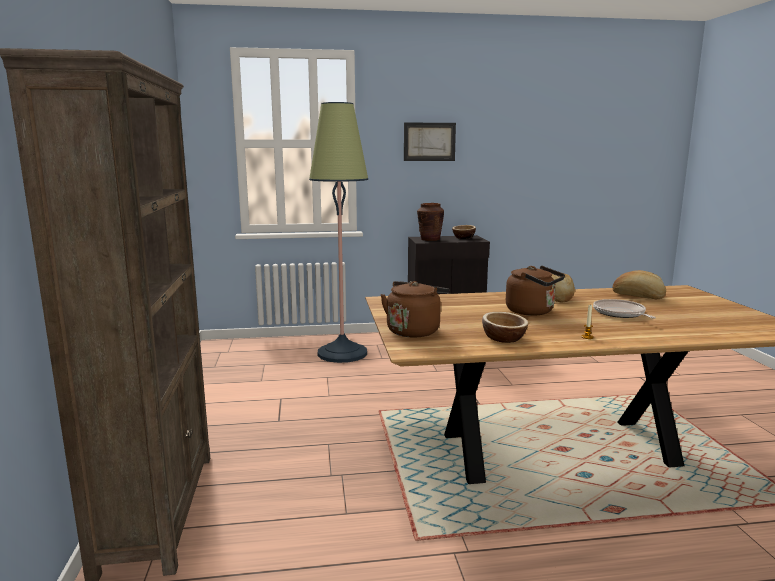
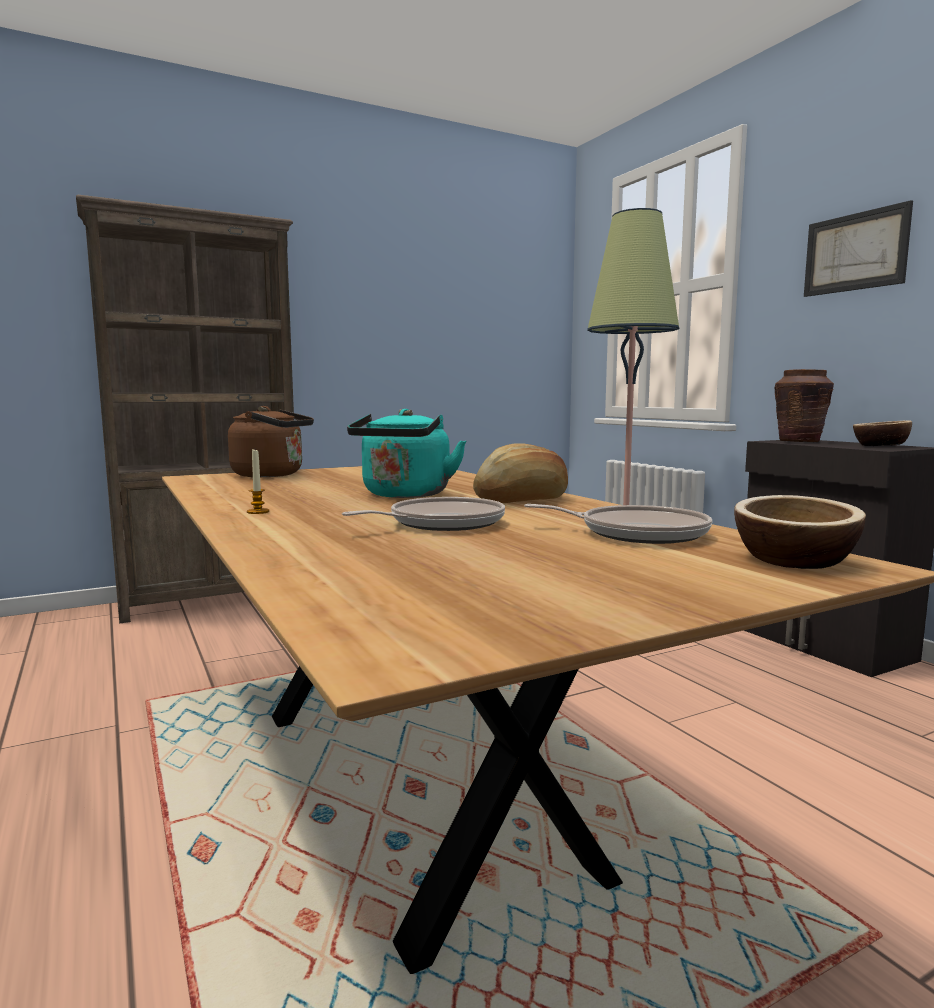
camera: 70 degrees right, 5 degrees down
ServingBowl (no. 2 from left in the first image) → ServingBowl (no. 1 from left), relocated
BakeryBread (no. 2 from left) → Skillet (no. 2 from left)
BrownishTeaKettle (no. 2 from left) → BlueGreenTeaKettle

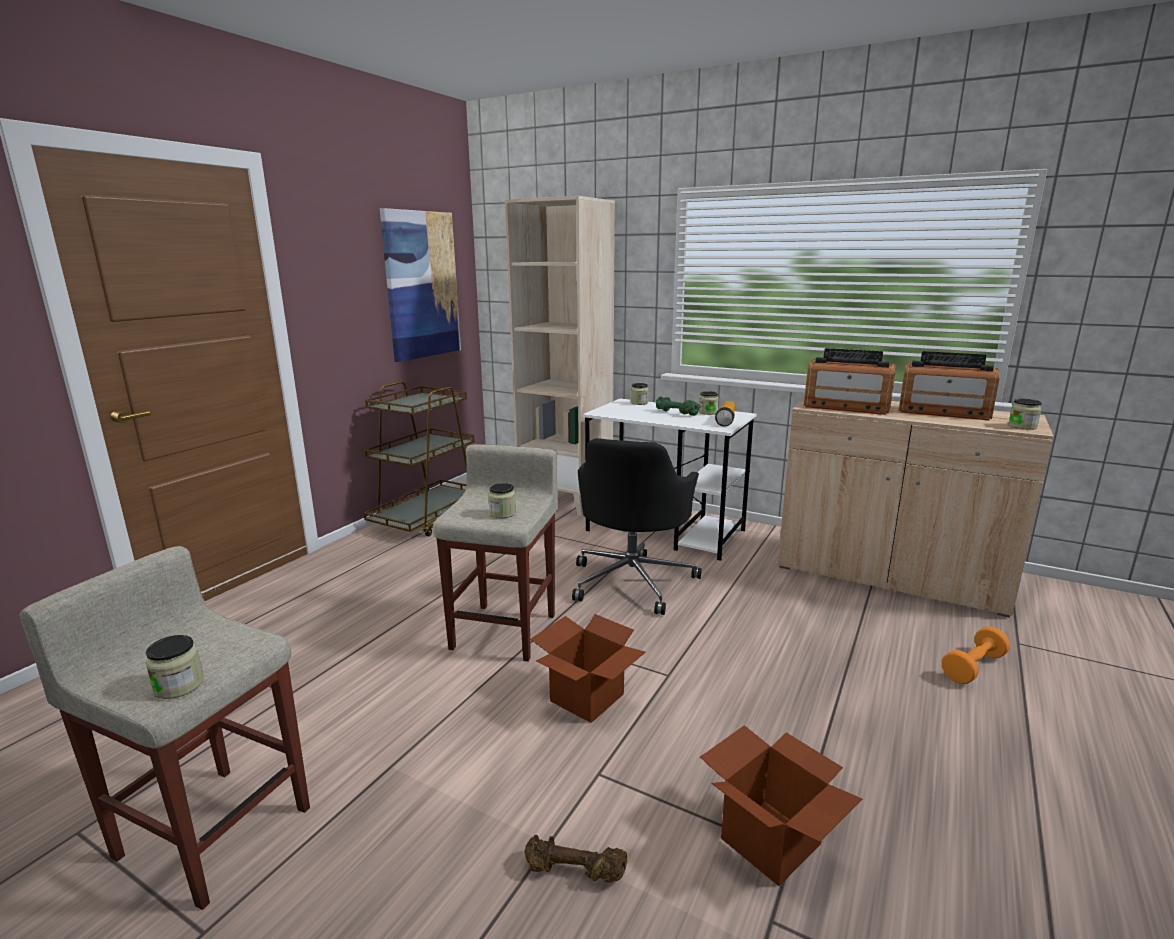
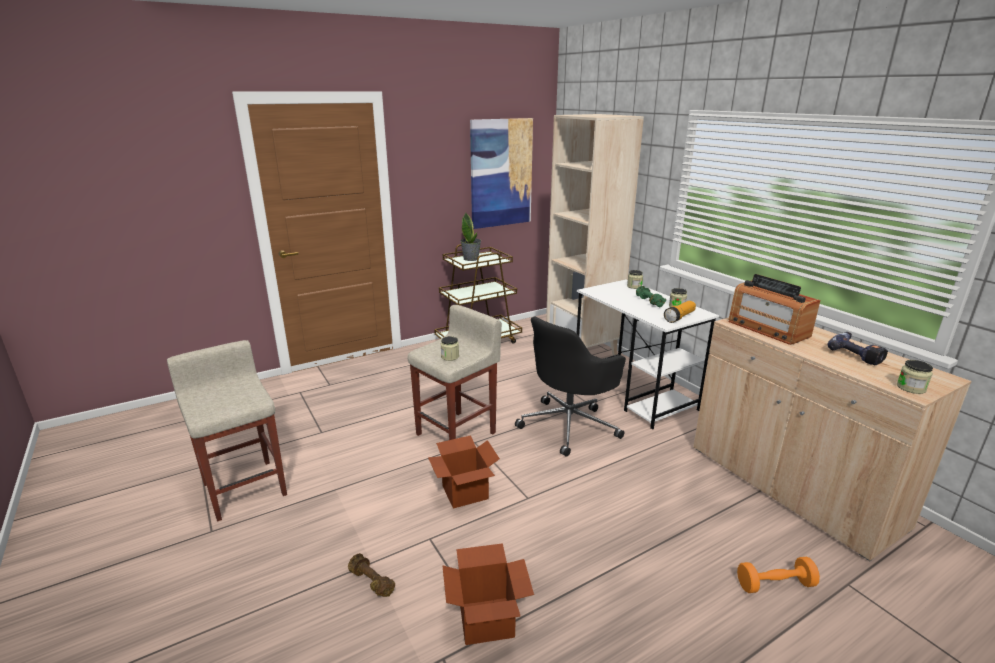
camera: 30 degrees right, 5 degrees up
Jar (no. 1 from left) → -
- → PottedPlant
Radio (no. 2 from left) → Drill

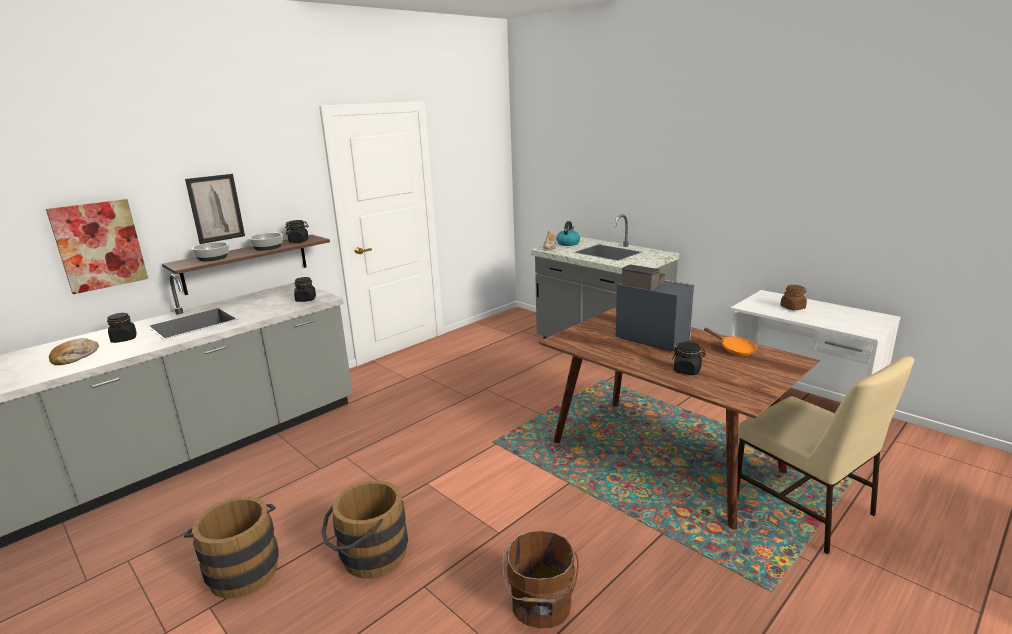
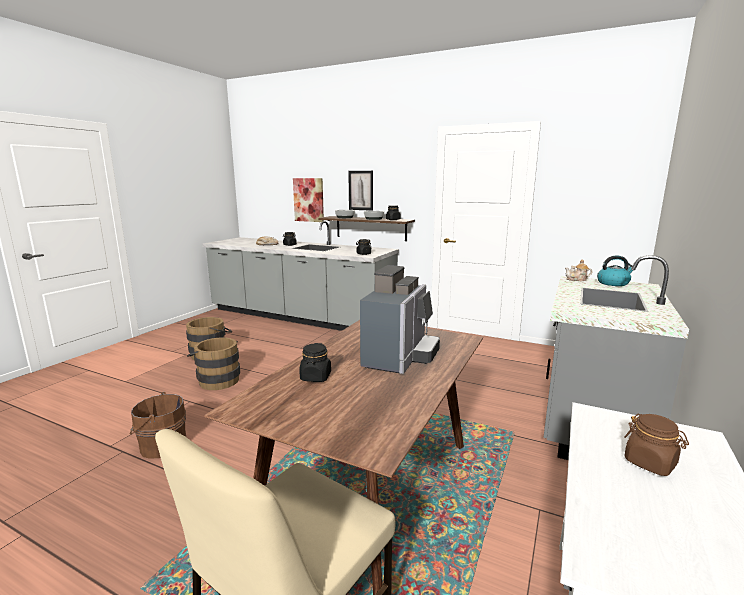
camera: 70 degrees right, 5 degrees down
OrangeySkillet → -

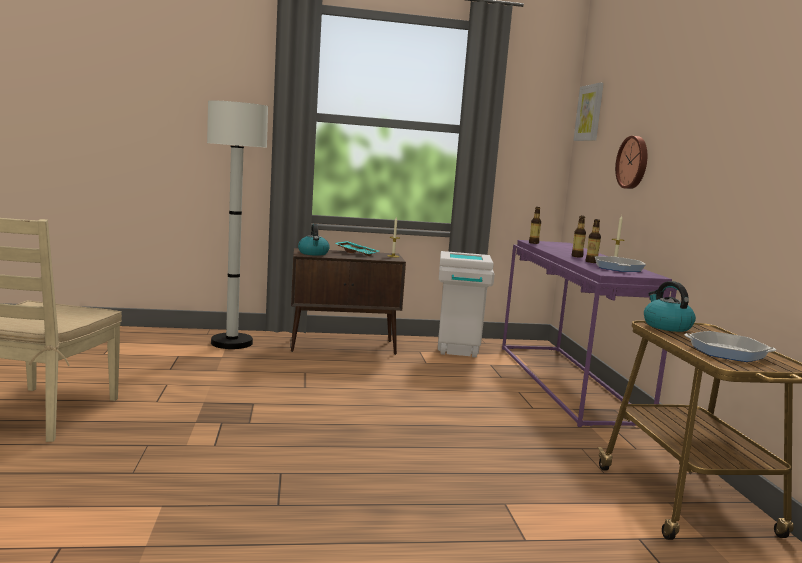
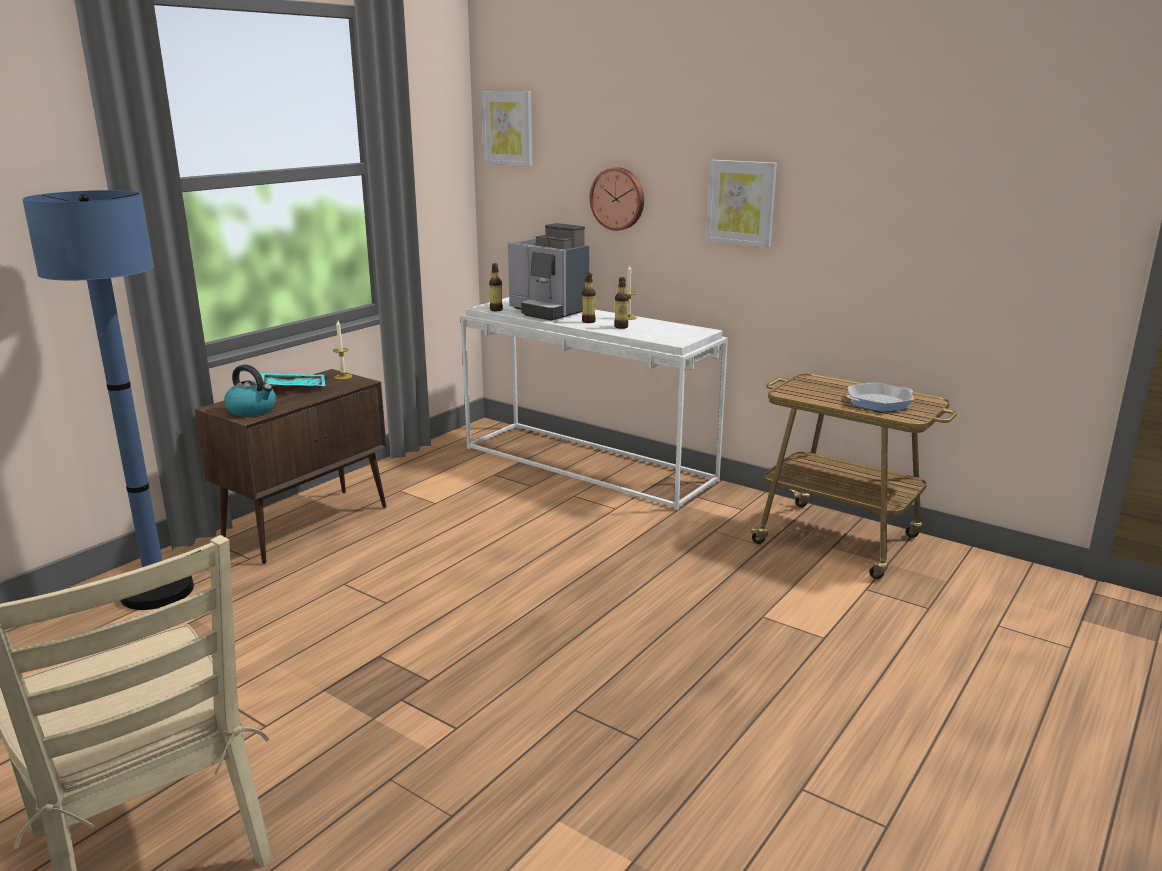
camera: 45 degrees left, 10 degrees up
WhiteRubbishBin → -
Skillet (no. 1 from left) → -
TeaKettle (no. 2 from left) → -
- → CoffeeMaker
- → WallPicture (no. 2 from left)
WhiteStandingLamp → BlueStandingLamp
PurpleHallTable → WhiteHallTable

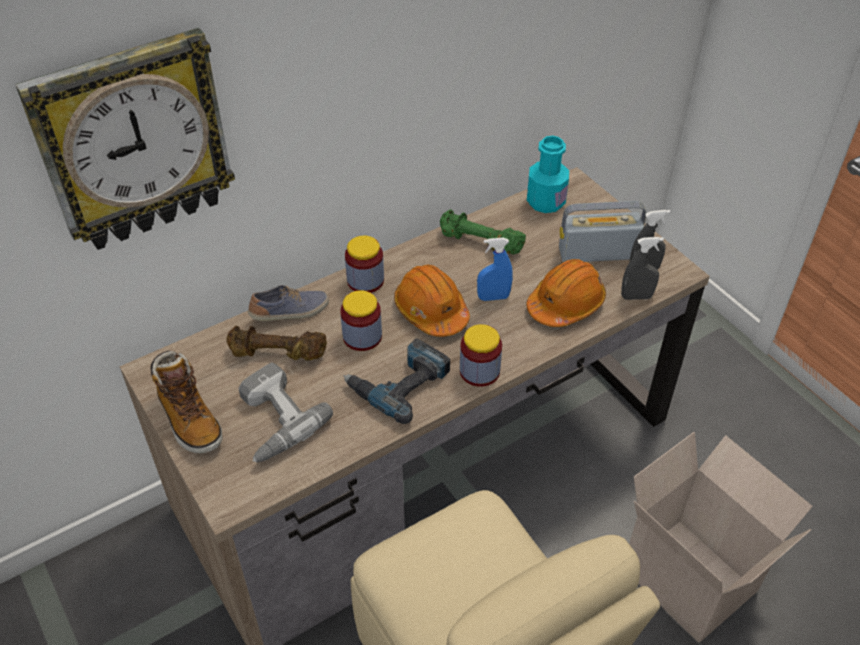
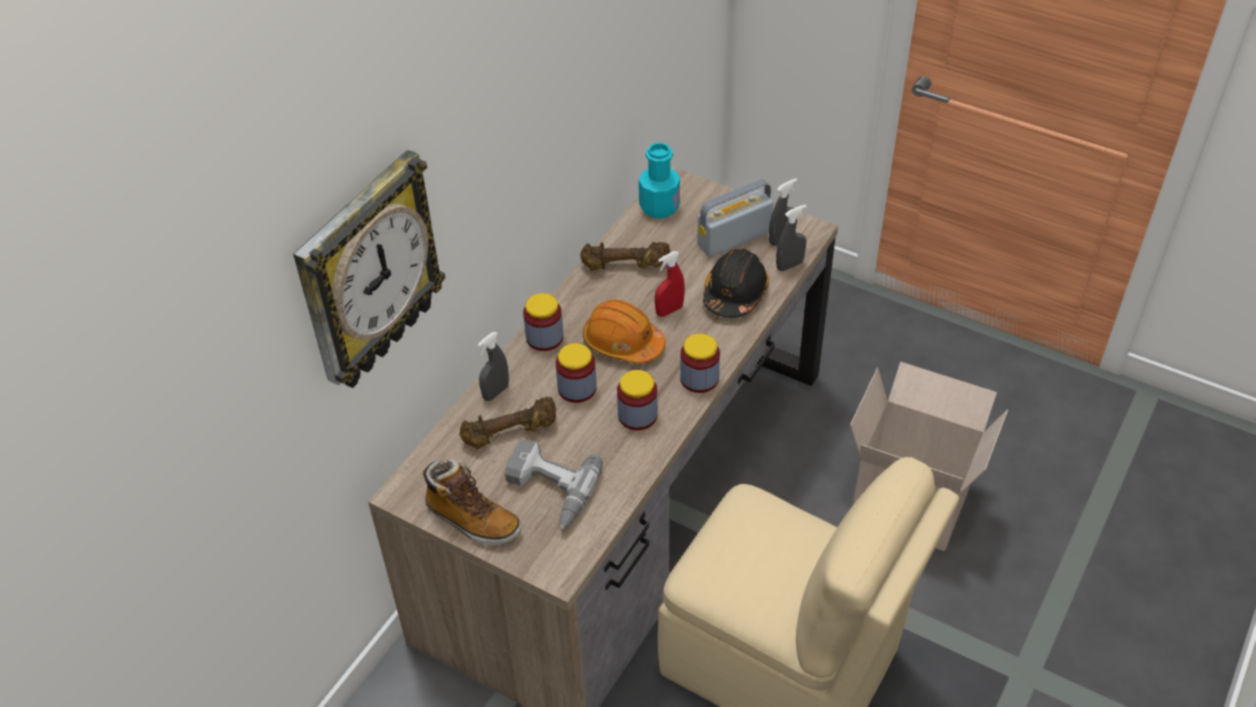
camera: 25 degrees left, 0 degrees up
LowShoe → GreyishHandSprayer (no. 1 from left)
Drill (no. 2 from left) → Jar (no. 3 from left)
GreenHandWeight → BrownishHandWeight (no. 2 from left)
BlueHandSprayer → ReddishHandSprayer
OrangeyHardHat (no. 2 from left) → BlackishHardHat

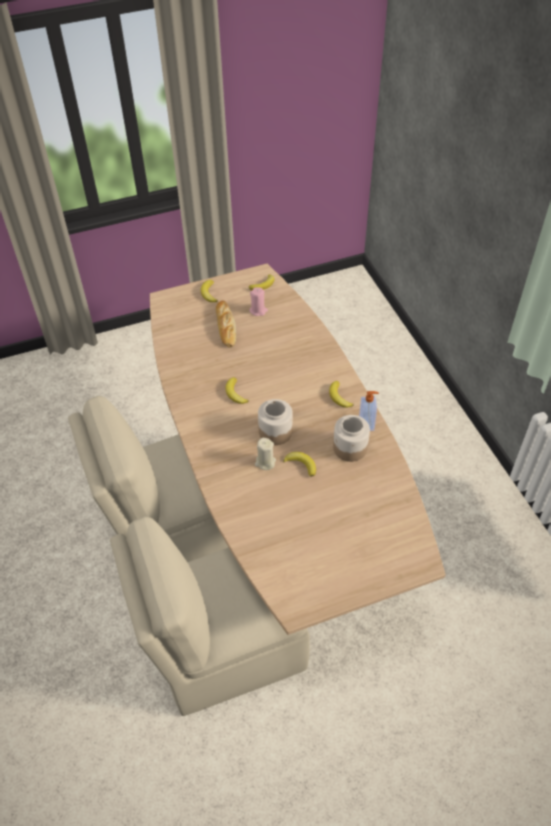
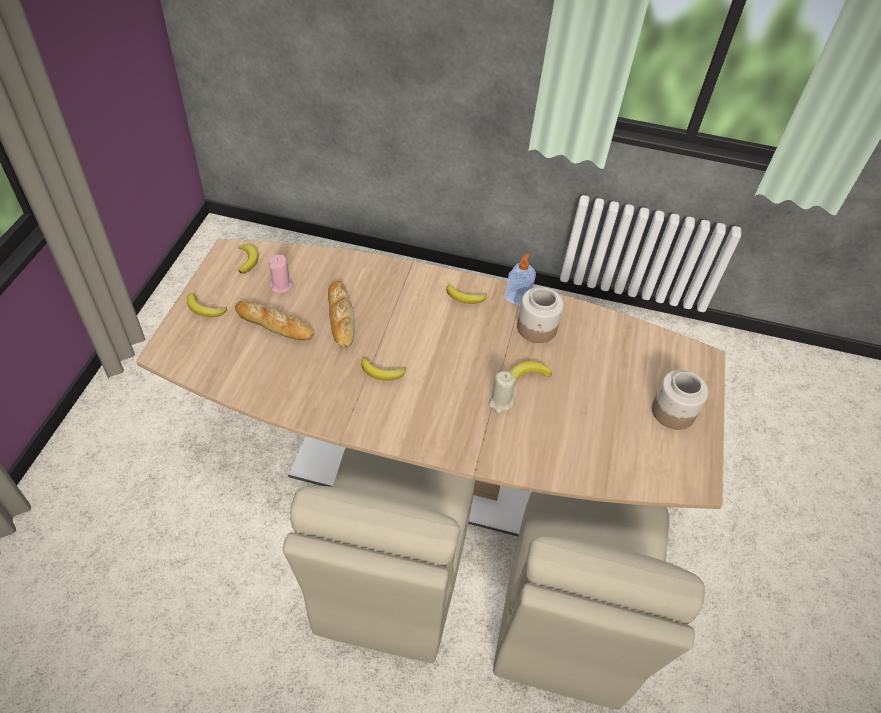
camera: 60 degrees left, 0 degrees up
- → BakeryBread (no. 2 from left)
Jar (no. 1 from left in the first image) → Jar (no. 2 from left), relocated

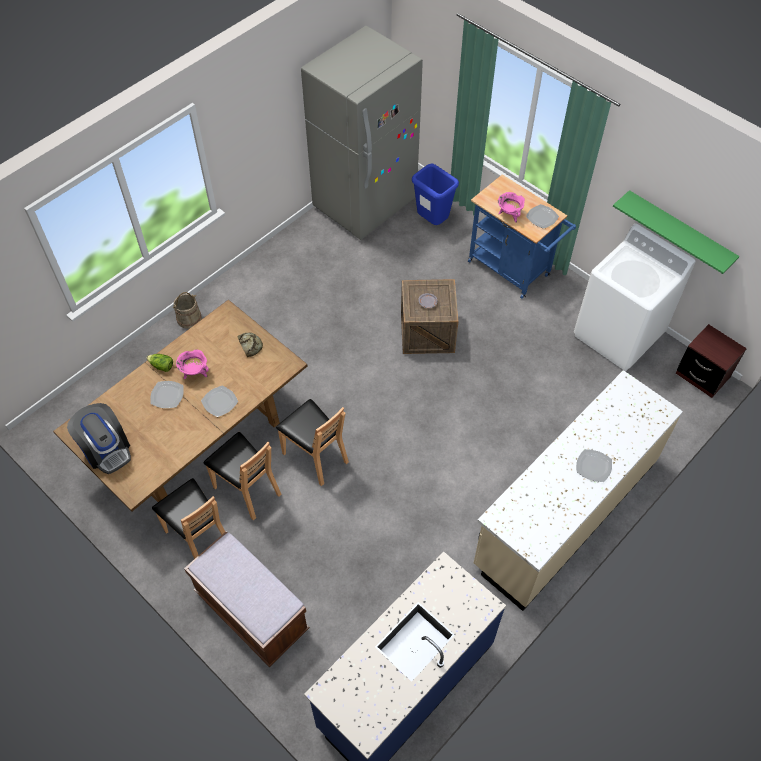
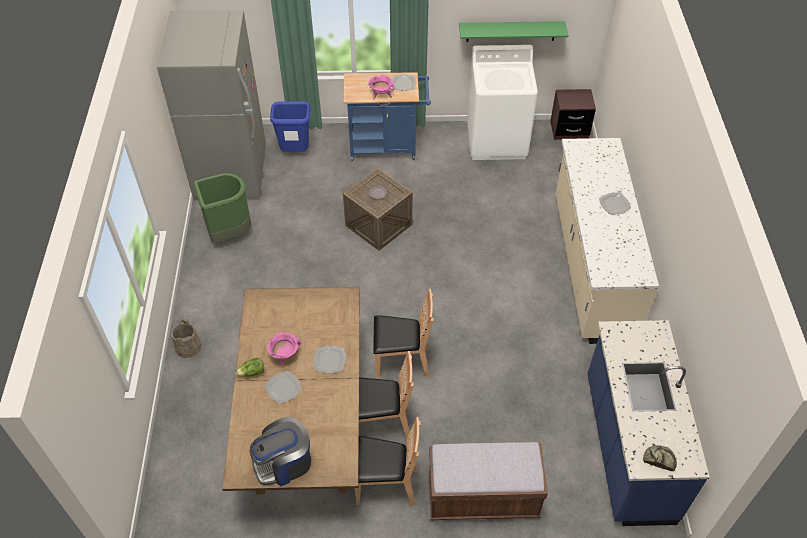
camera: 45 degrees left, 5 degrees down
- → GreenRubbishBin
BakeryBread, relocated
CoffeeMaker, 150 degrees clockwise

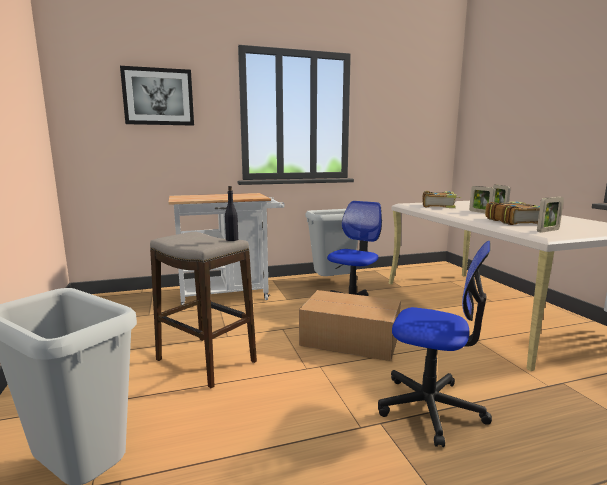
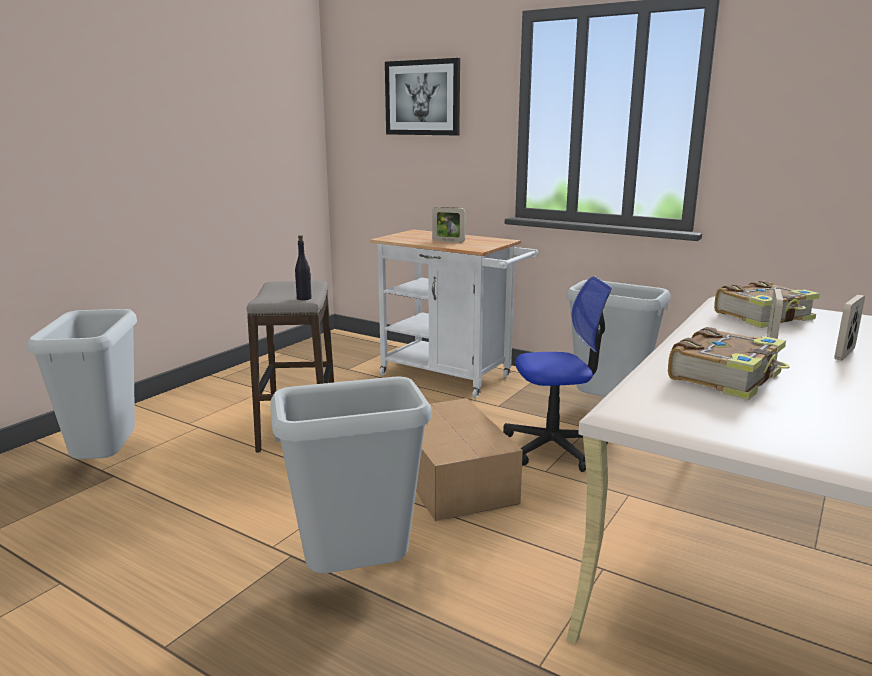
camera: 50 degrees right, 5 degrees up
PhotoFrame (no. 3 from left in the first image) → PhotoFrame (no. 1 from left), relocated
OfficeChair (no. 2 from left) → GreyishRubbishBin (no. 2 from left)

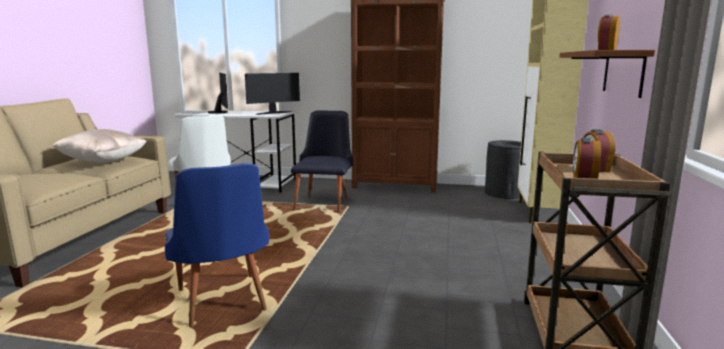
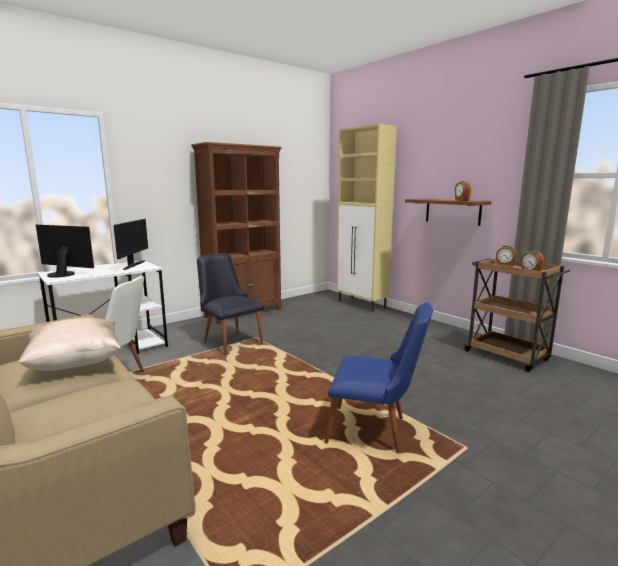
camera: 50 degrees left, 0 degrees up
BlackishRubbishBin → -

